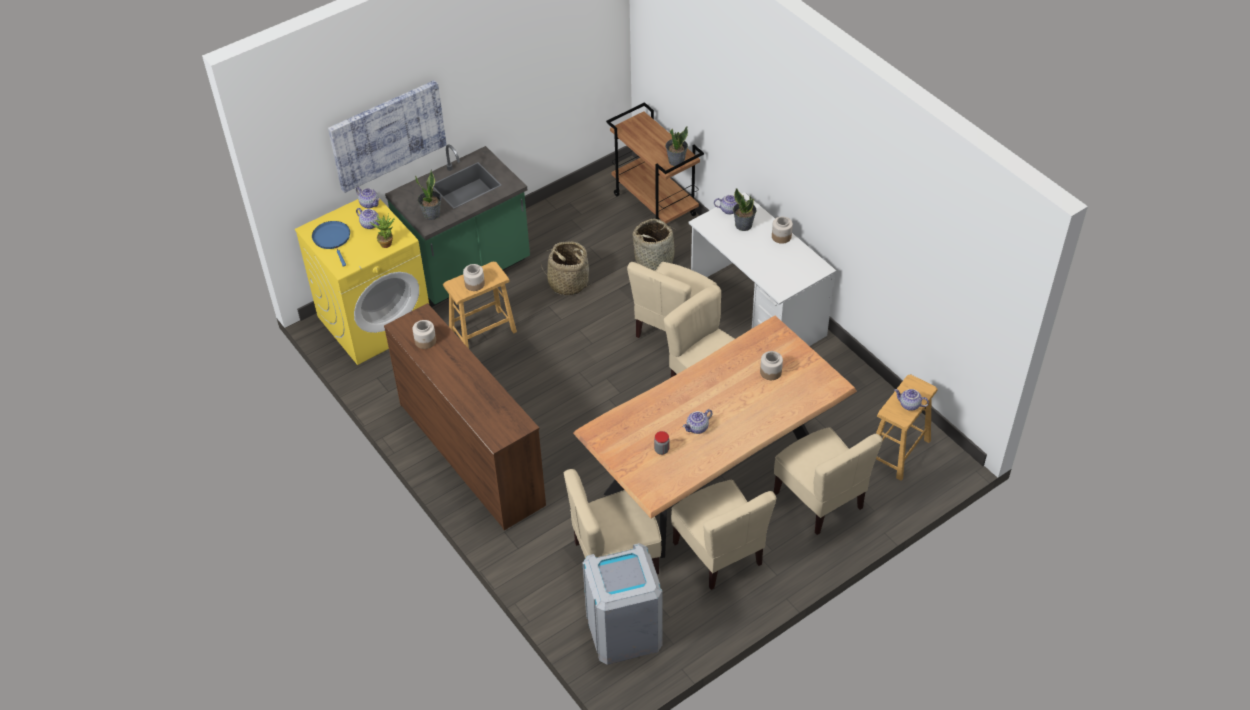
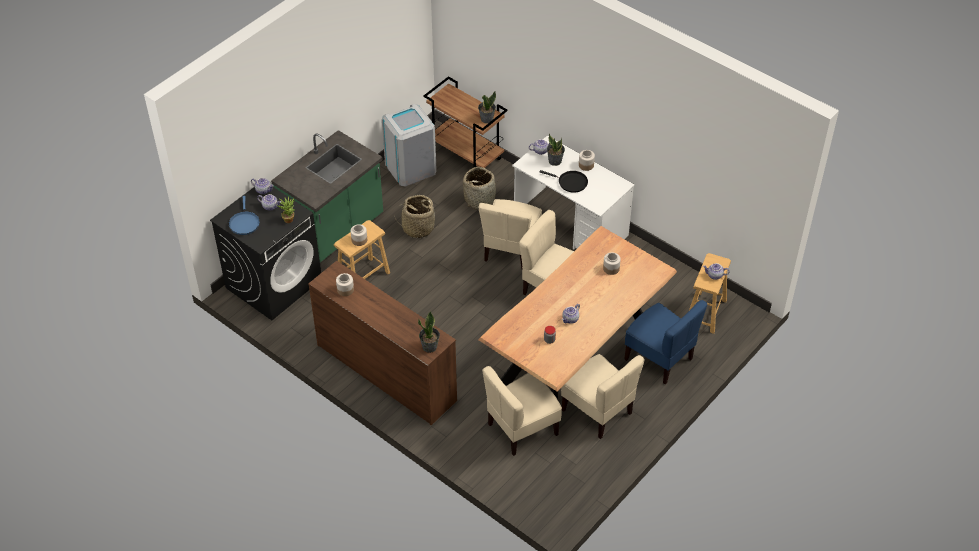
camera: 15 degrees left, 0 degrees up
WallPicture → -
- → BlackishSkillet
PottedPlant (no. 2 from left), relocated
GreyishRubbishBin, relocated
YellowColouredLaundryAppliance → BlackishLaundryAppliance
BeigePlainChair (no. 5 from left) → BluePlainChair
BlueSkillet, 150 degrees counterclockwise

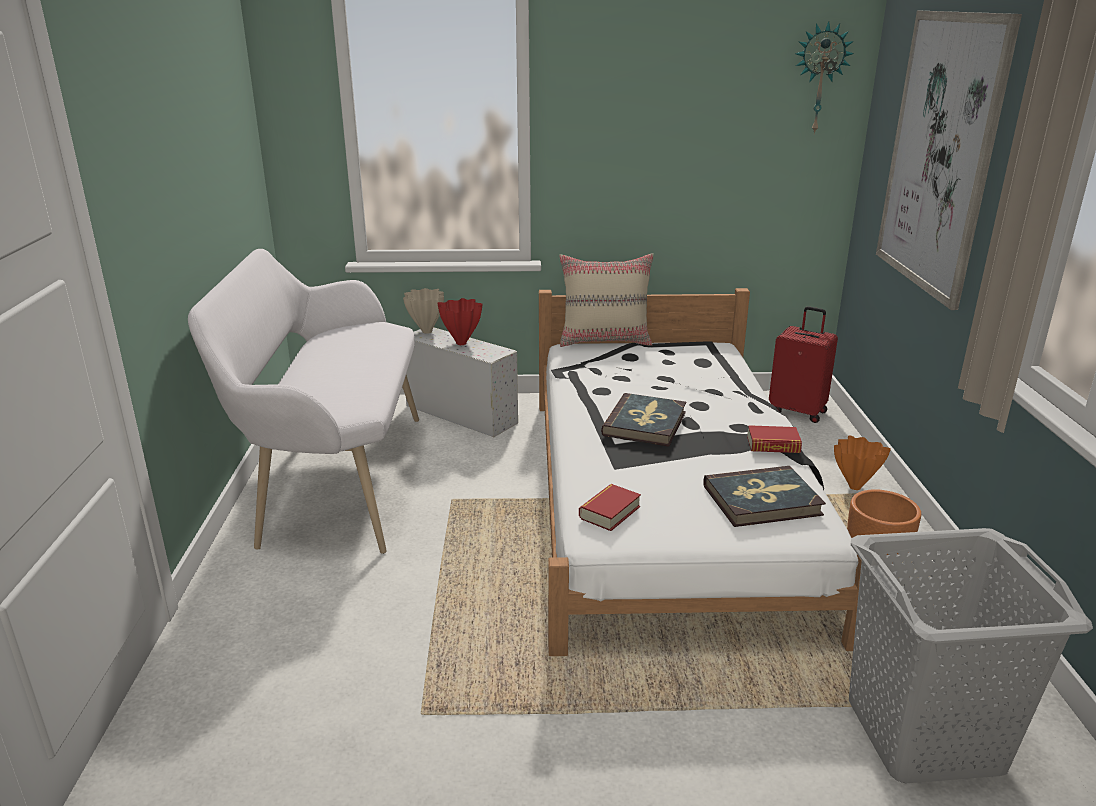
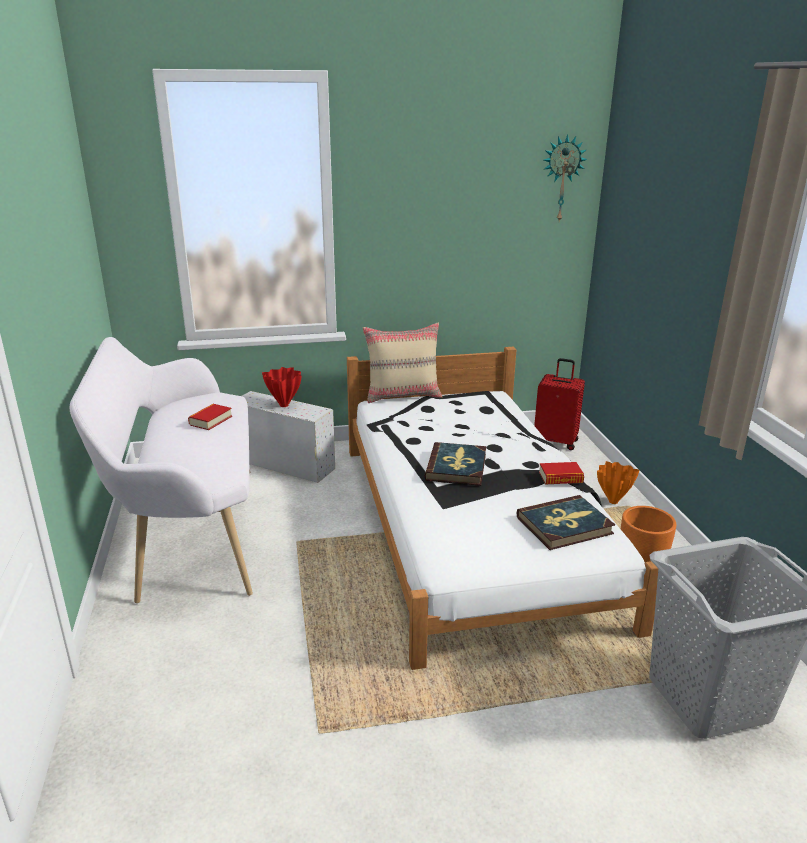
camera: 10 degrees left, 0 degrees up
BeigeVase → -
WallPicture → -
Book (no. 1 from left), relocated

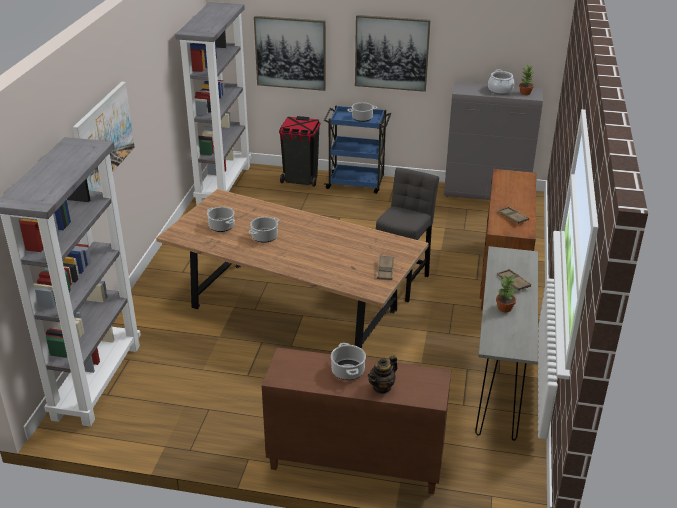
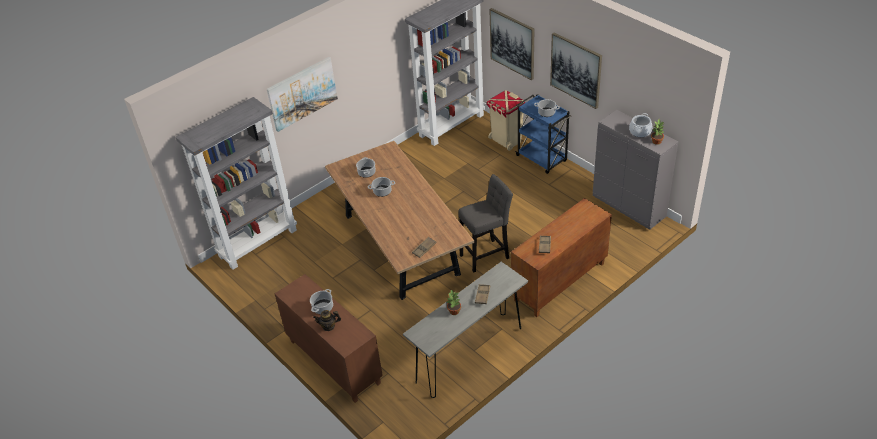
camera: 40 degrees right, 10 degrees up
BlackishRubbishBin → BeigeRubbishBin

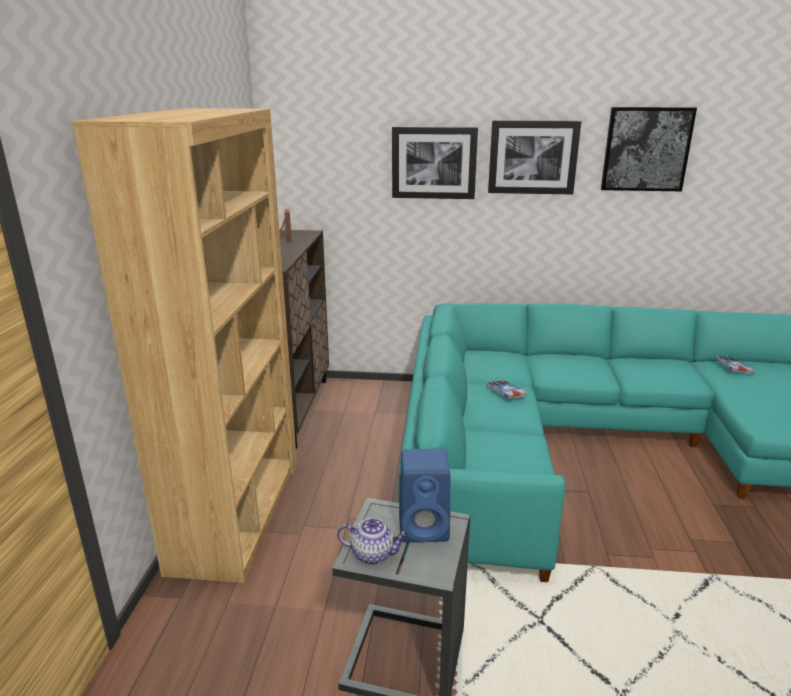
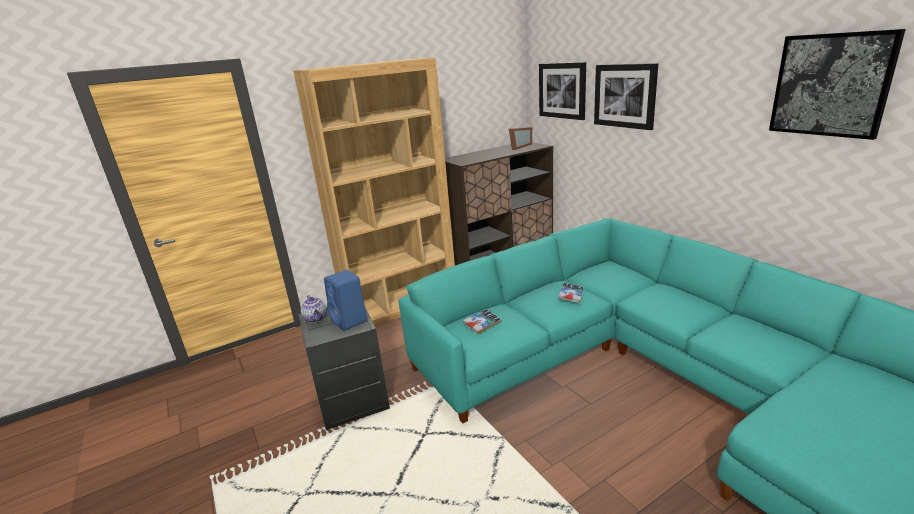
camera: 55 degrees right, 0 degrees up
WallPicture (no. 2 from left in the first image) → WallPicture (no. 1 from left), relocated
Book (no. 2 from left in the first image) → Book (no. 1 from left), relocated

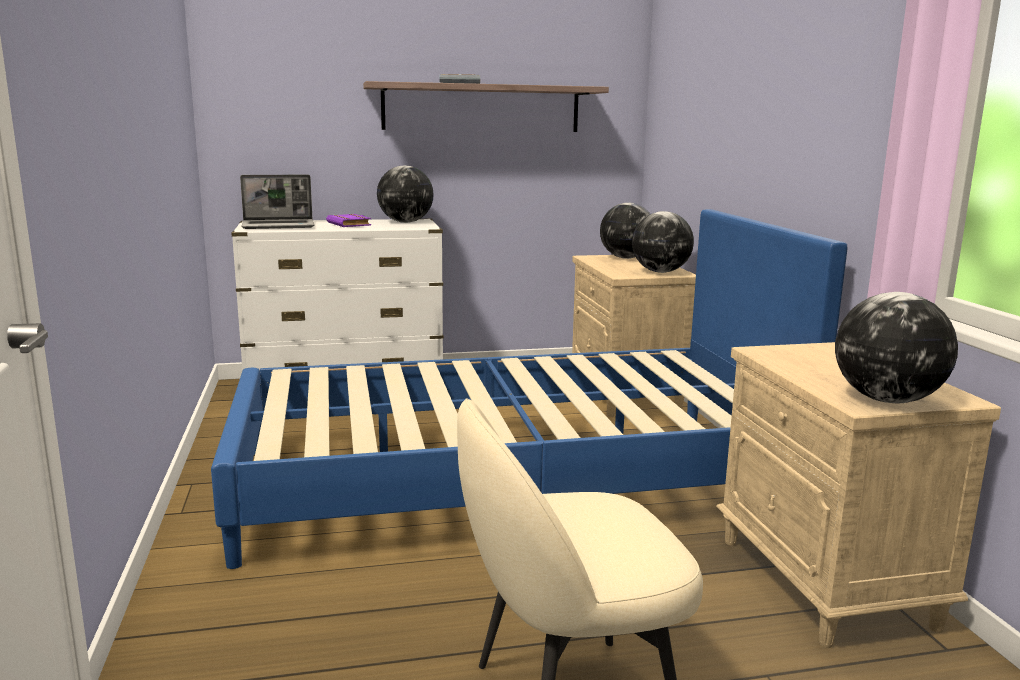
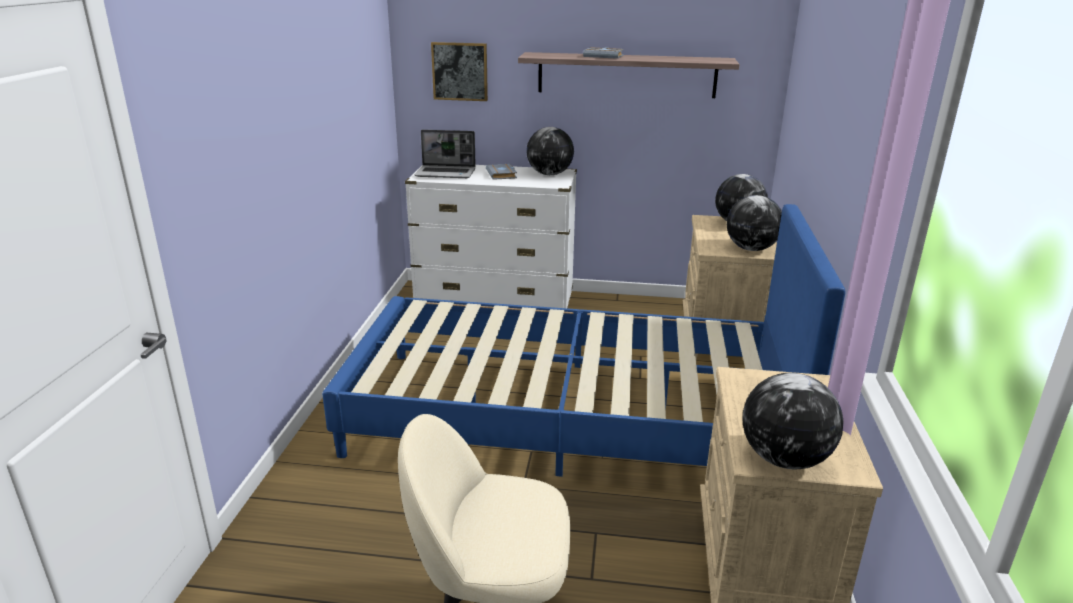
camera: 20 degrees right, 10 degrees up
- → WallPicture
PurpleBook → GreyishBook (no. 1 from left)

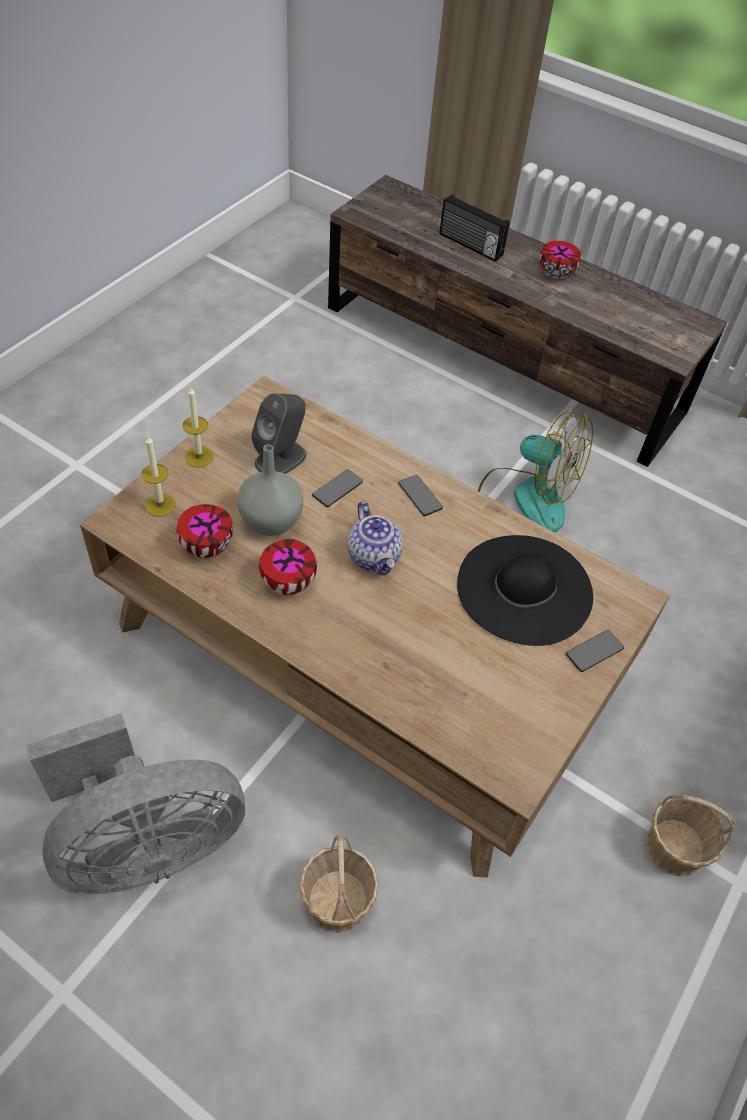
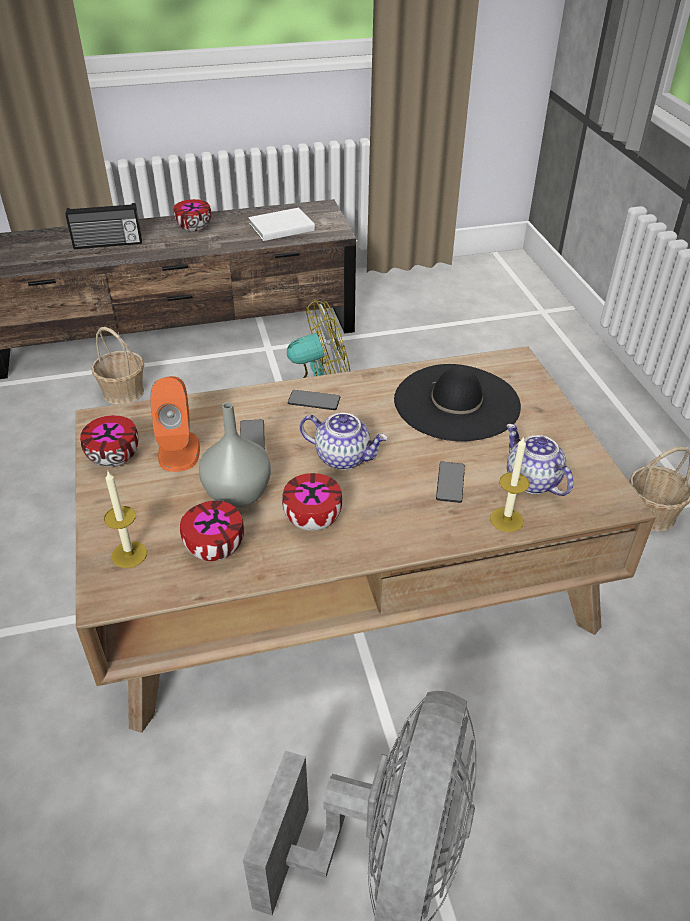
camera: 45 degrees left, 10 degrees down
- → ServingBowl (no. 1 from left)
- → WhiteBook
- → TeaPot (no. 2 from left)
WaxLight (no. 2 from left), relocated
HouseholdBasket (no. 1 from left), relocated
Telephone (no. 3 from left), relocated
GreyishSpeaker → OrangeySpeaker

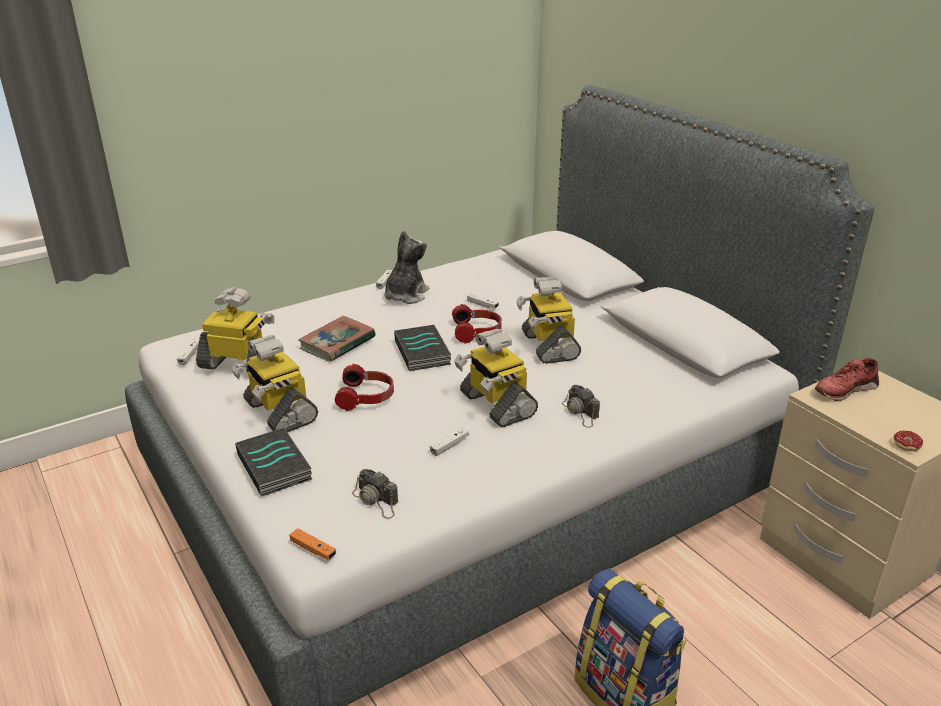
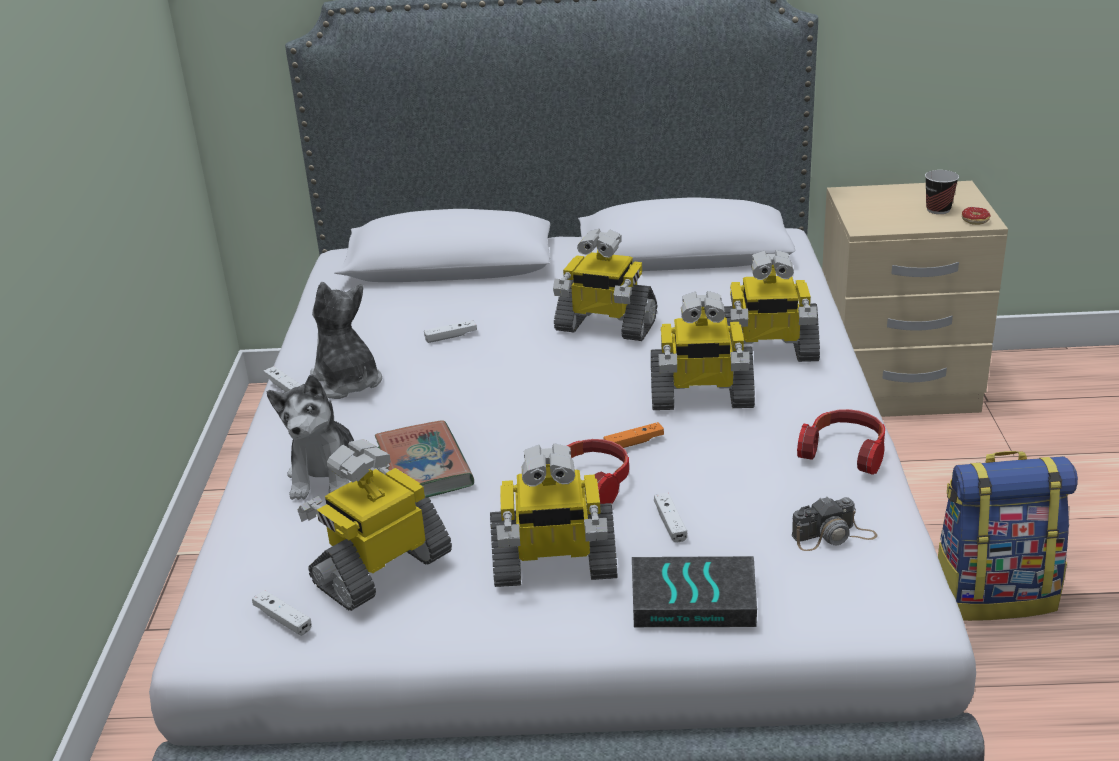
camera: 55 degrees left, 0 degrees up
Book (no. 3 from left) → -
ReddishLowShoe → -
- → PlushToy (no. 1 from left)
- → Cup
OrangeyGameController, relocated
WhiteGameController (no. 3 from left in the first image) → WhiteGameController (no. 4 from left), relocated
PairOfHeadphones (no. 2 from left), relocated
PhotoCamera (no. 2 from left) → ModelRobot (no. 5 from left)

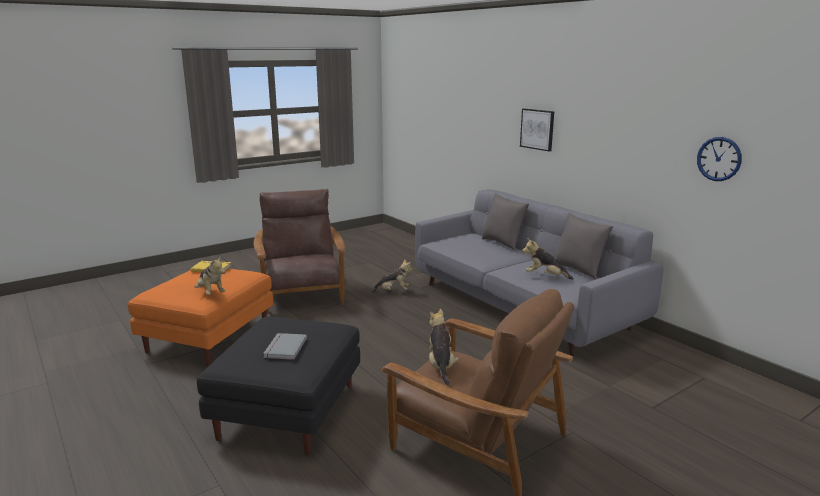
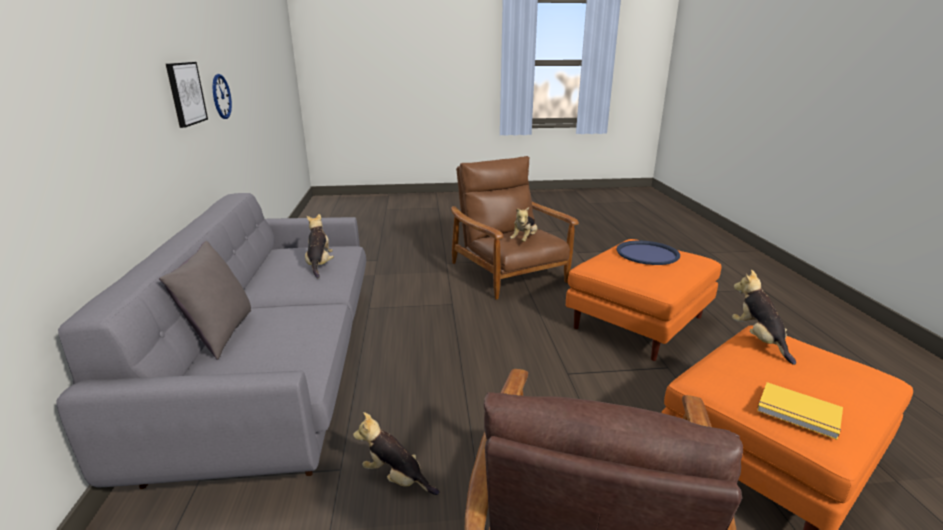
camera: 150 degrees left, 5 degrees up
GreyishPillow (no. 2 from left) → -
WallPicture, relocated
GreyishBook → BlueCarryingTray
BlackishFootrest → OrangeyFootrest (no. 1 from left)
PlushToy (no. 4 from left in the first image) → PlushToy (no. 1 from left), 150 degrees counterclockwise

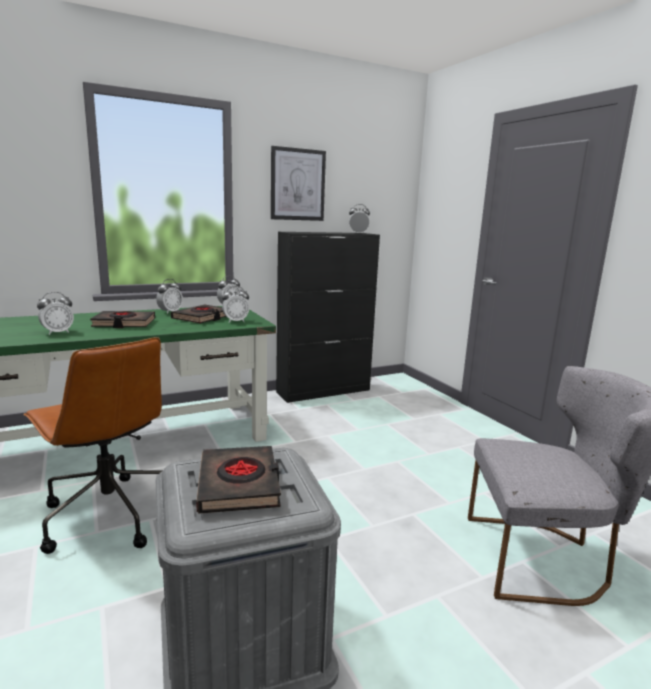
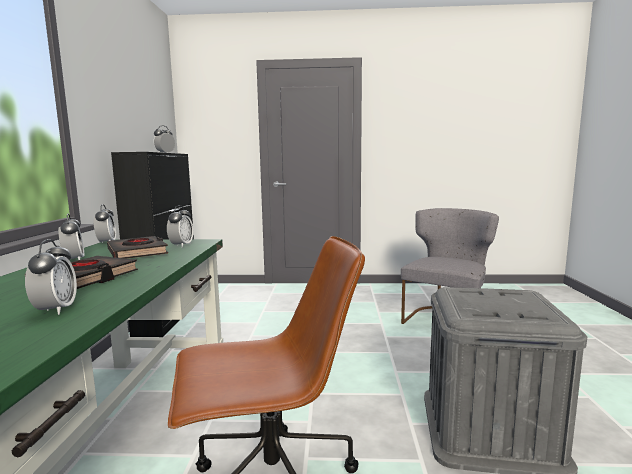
camera: 60 degrees left, 5 degrees down
BlackishBook (no. 3 from left) → -
WallPicture → -

